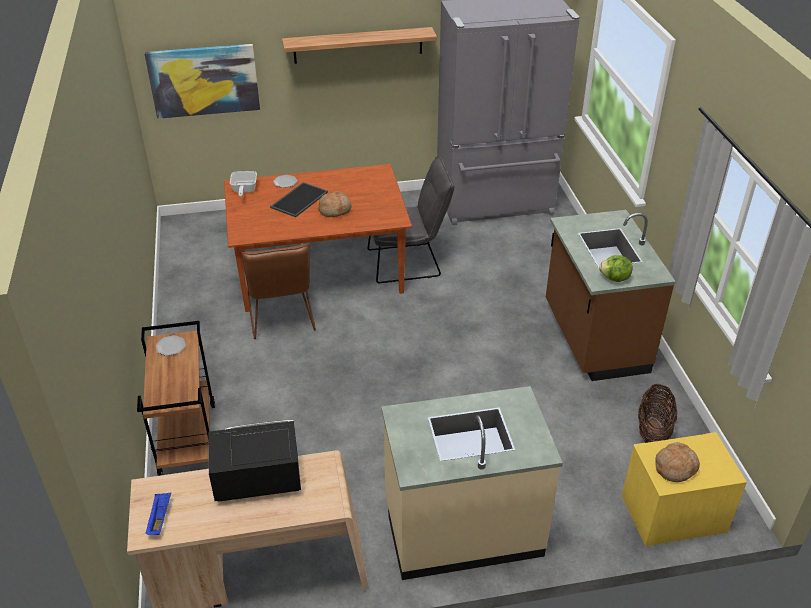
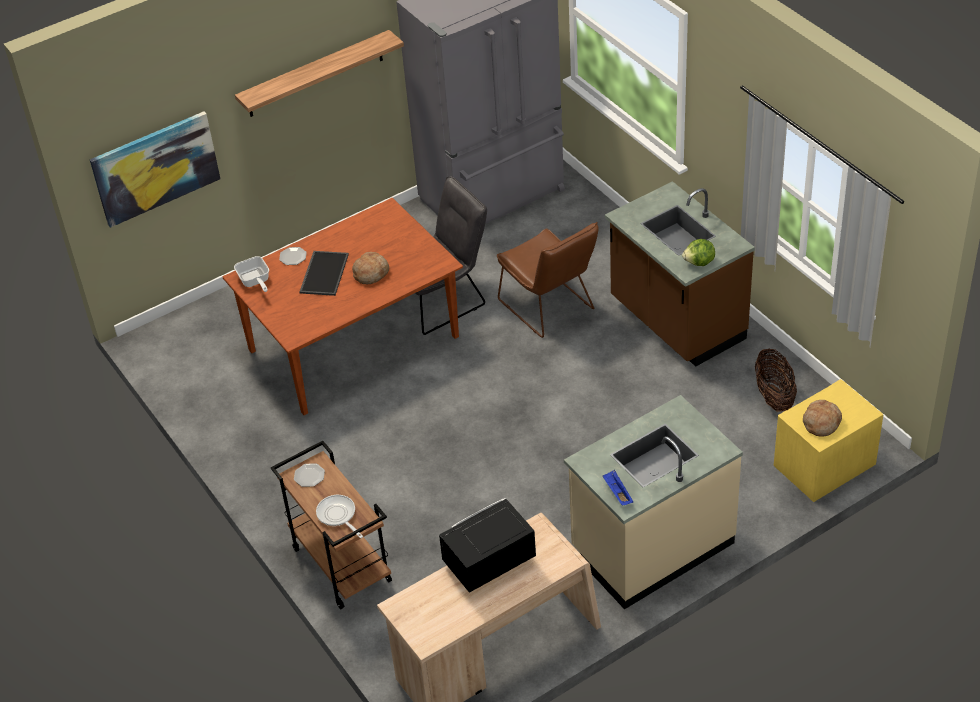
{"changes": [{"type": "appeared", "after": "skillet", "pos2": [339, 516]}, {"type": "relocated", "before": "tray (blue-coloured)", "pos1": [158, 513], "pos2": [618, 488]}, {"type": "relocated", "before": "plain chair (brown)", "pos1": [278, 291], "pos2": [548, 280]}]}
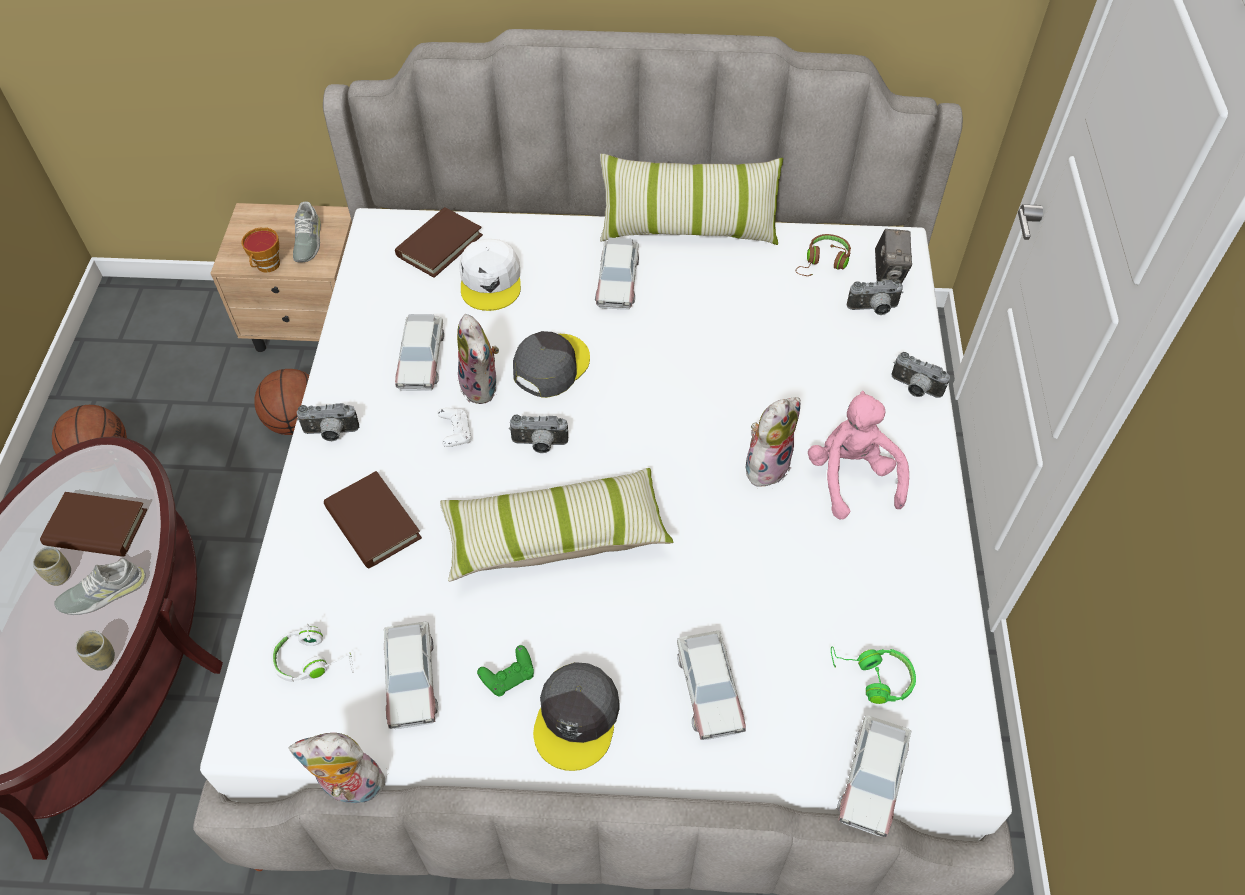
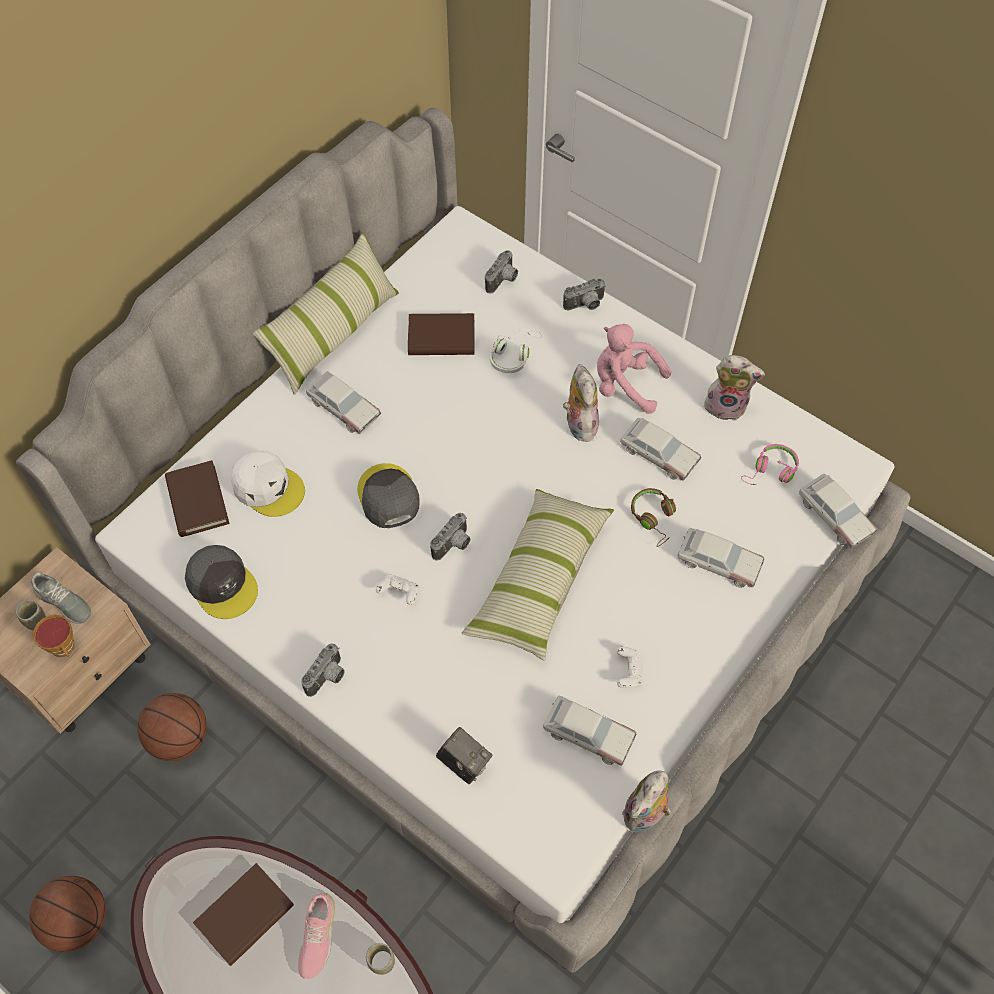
{"changes": [{"type": "relocated", "before": "cup", "pos1": [52, 566], "pos2": [31, 615]}, {"type": "relocated", "before": "headphones (white-coloured)", "pos1": [312, 652], "pos2": [516, 351]}, {"type": "relocated", "before": "book (brown)", "pos1": [373, 519], "pos2": [441, 334]}, {"type": "relocated", "before": "miniature car", "pos1": [419, 352], "pos2": [660, 449]}, {"type": "relocated", "before": "cuddly toy", "pos1": [478, 359], "pos2": [734, 388]}, {"type": "relocated", "before": "cap (greyish)", "pos1": [576, 716], "pos2": [221, 582]}, {"type": "relocated", "before": "headphones (brown)", "pos1": [823, 255], "pos2": [653, 517]}, {"type": "relocated", "before": "photo camera", "pos1": [893, 256], "pos2": [464, 755]}, {"type": "colour", "before": "shoe (greyish)", "after": "shoe (pinkish)", "pos1": [100, 586], "pos2": [316, 936]}, {"type": "colour", "before": "game controller (green-coloured)", "after": "game controller (white-coloured)", "pos1": [505, 671], "pos2": [630, 667]}, {"type": "colour", "before": "headphones (green-coloured)", "after": "headphones (pinkish)", "pos1": [873, 675], "pos2": [770, 464]}]}
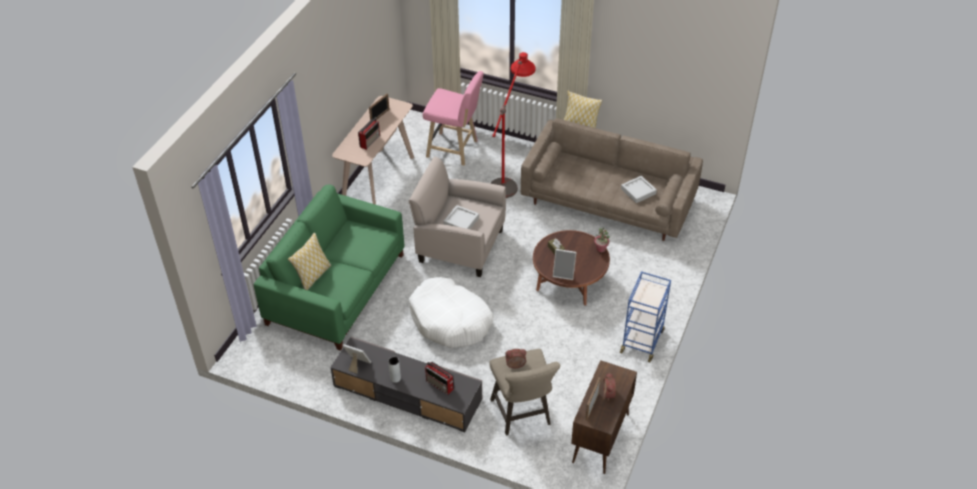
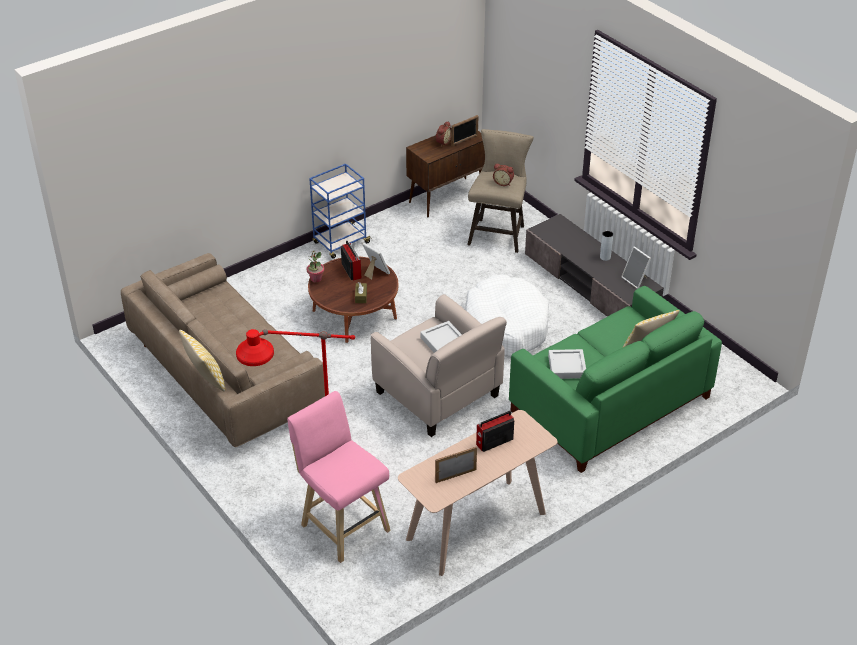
{"changes": [{"type": "relocated", "before": "radio set", "pos1": [439, 378], "pos2": [351, 260]}, {"type": "relocated", "before": "tray (greyish)", "pos1": [639, 189], "pos2": [567, 364]}]}
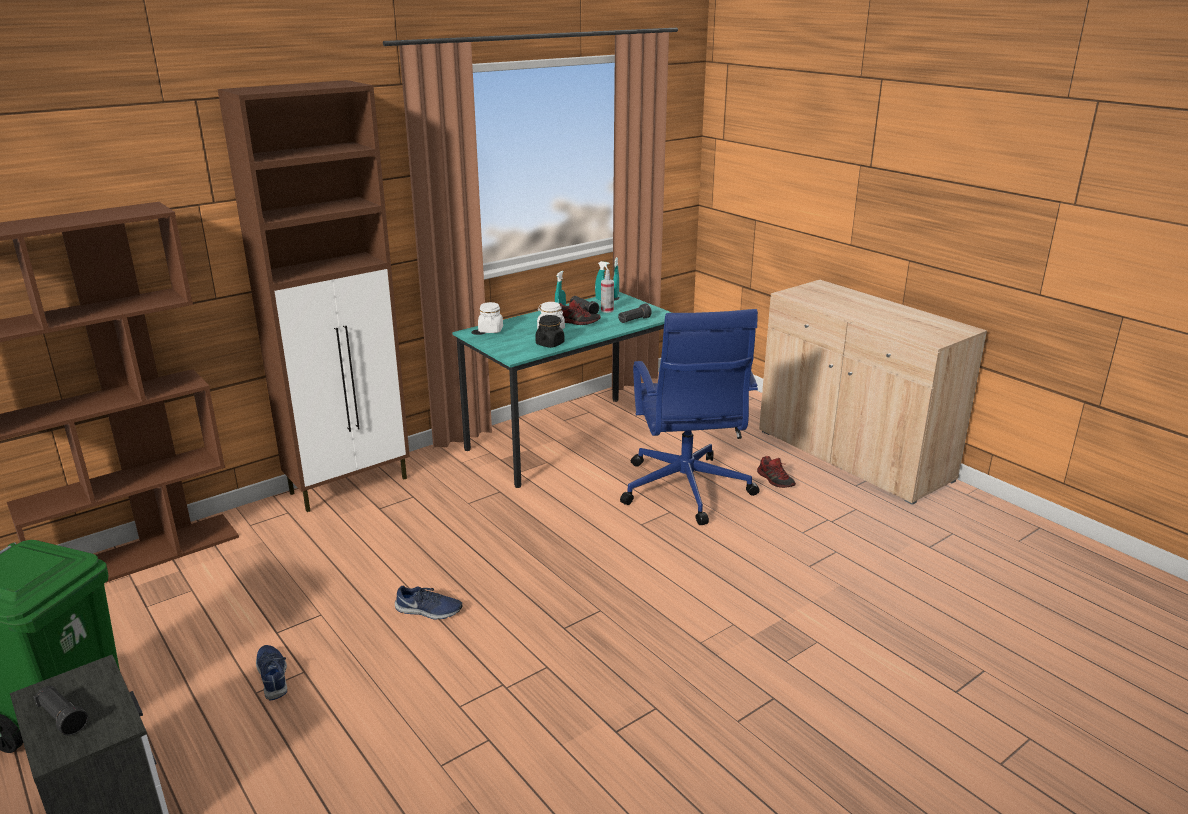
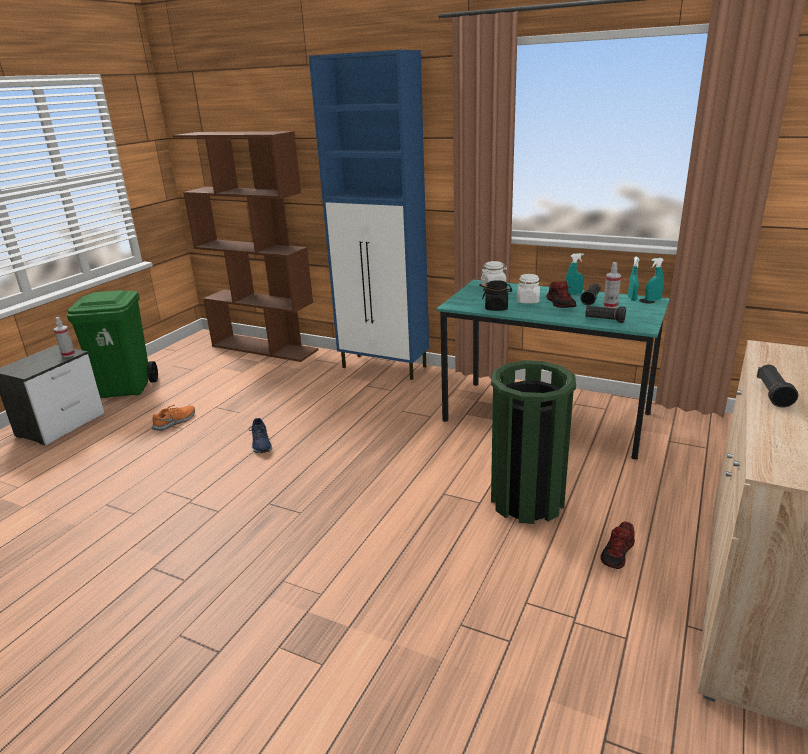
{"changes": [{"type": "appeared", "after": "sprayer", "pos2": [64, 337]}, {"type": "relocated", "before": "flashlight (black-coloured)", "pos1": [60, 710], "pos2": [777, 386]}, {"type": "exchanged", "before": "office chair (blue-coloured)", "after": "waste bin (green-coloured)", "pos1": [690, 417], "pos2": [533, 442]}, {"type": "colour", "before": "cabinet (brown)", "after": "cabinet (blue-coloured)", "pos1": [313, 296], "pos2": [369, 215]}, {"type": "colour", "before": "shoe (blue-coloured)", "after": "shoe (orange)", "pos1": [271, 673], "pos2": [173, 417]}]}
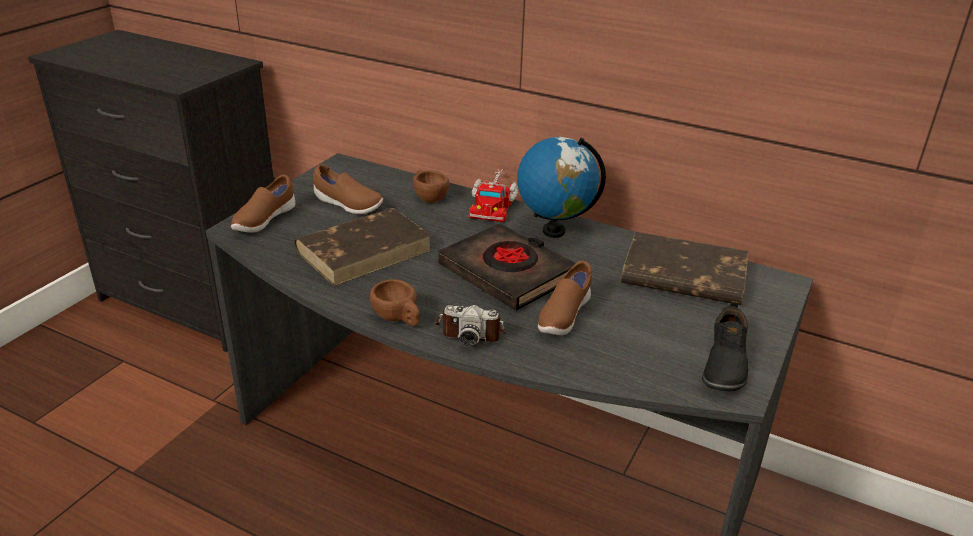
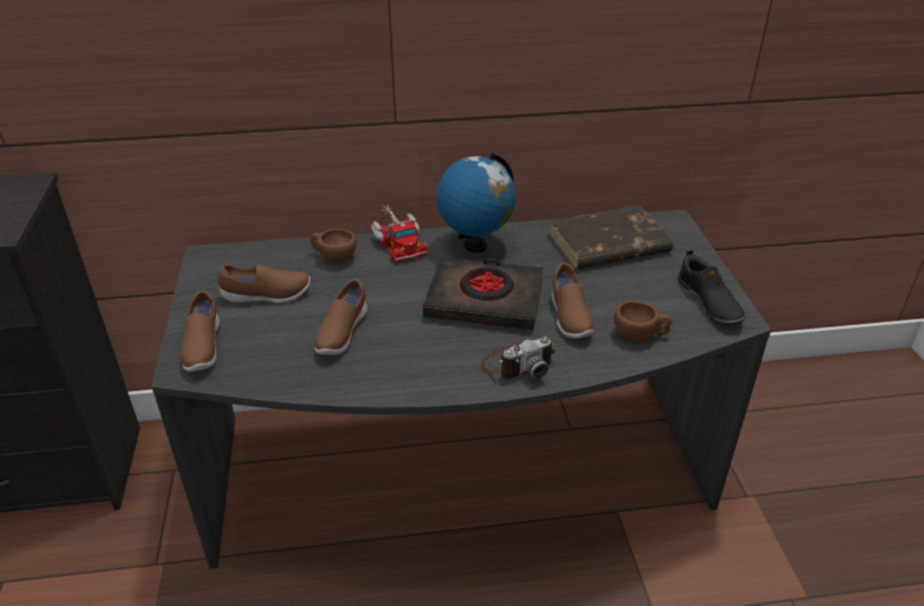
{"changes": [{"type": "relocated", "before": "cup (brown)", "pos1": [395, 302], "pos2": [643, 320]}, {"type": "exchanged", "before": "book (brown)", "after": "shoe (brown)", "pos1": [363, 247], "pos2": [341, 317]}]}
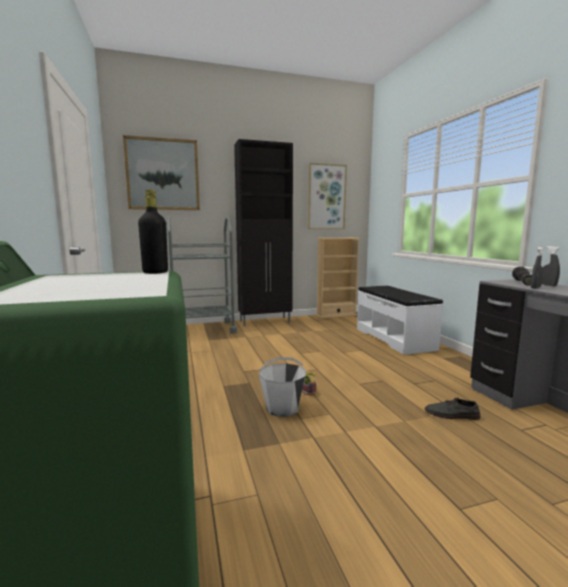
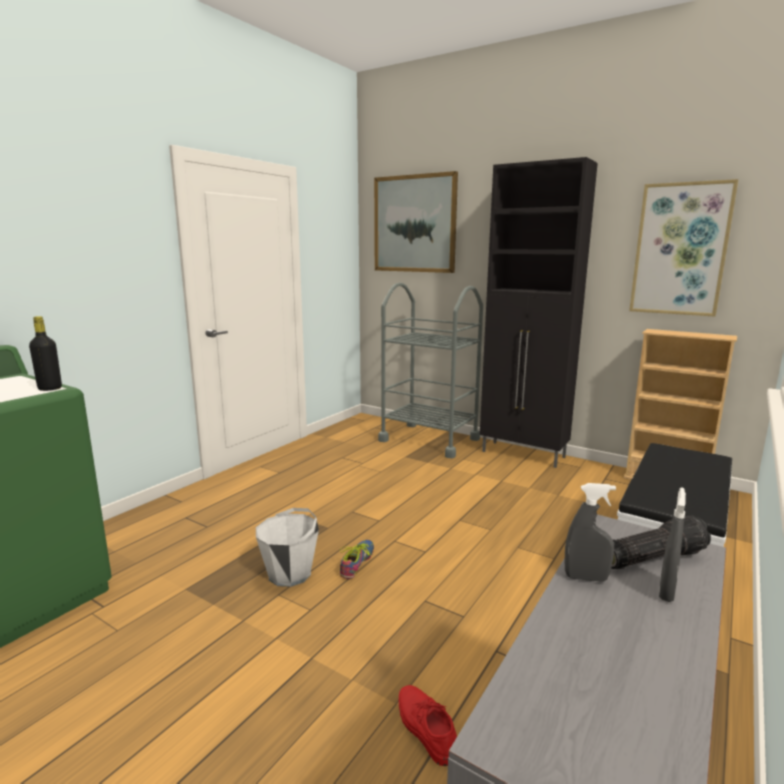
{"changes": [{"type": "colour", "before": "shoe (greyish)", "after": "shoe (red-coloured)", "pos1": [453, 409], "pos2": [428, 725]}]}
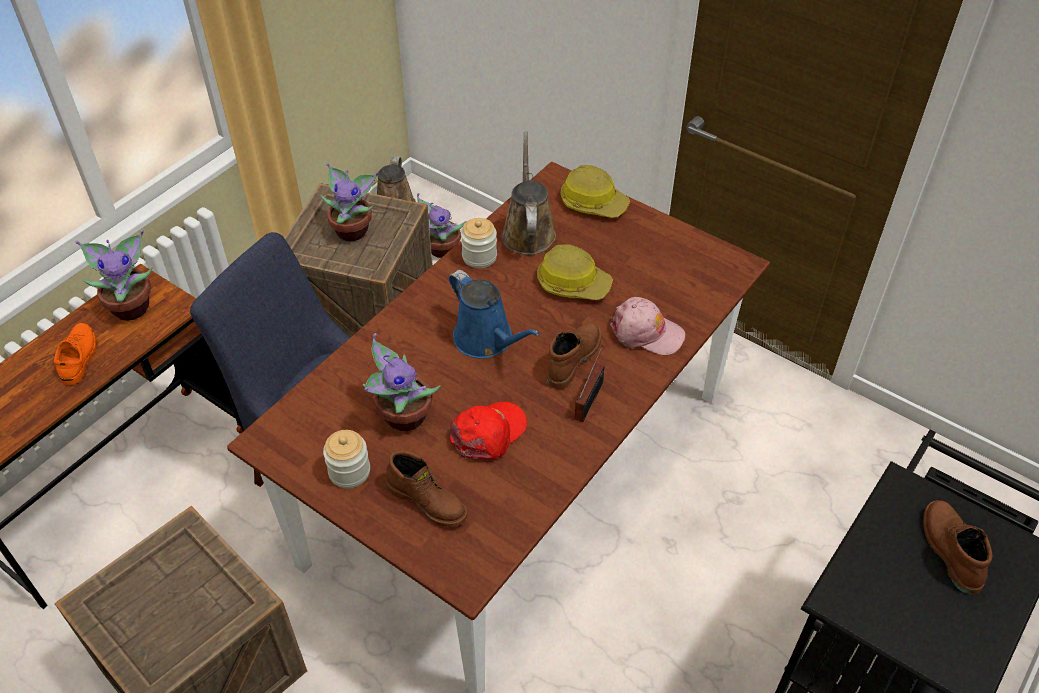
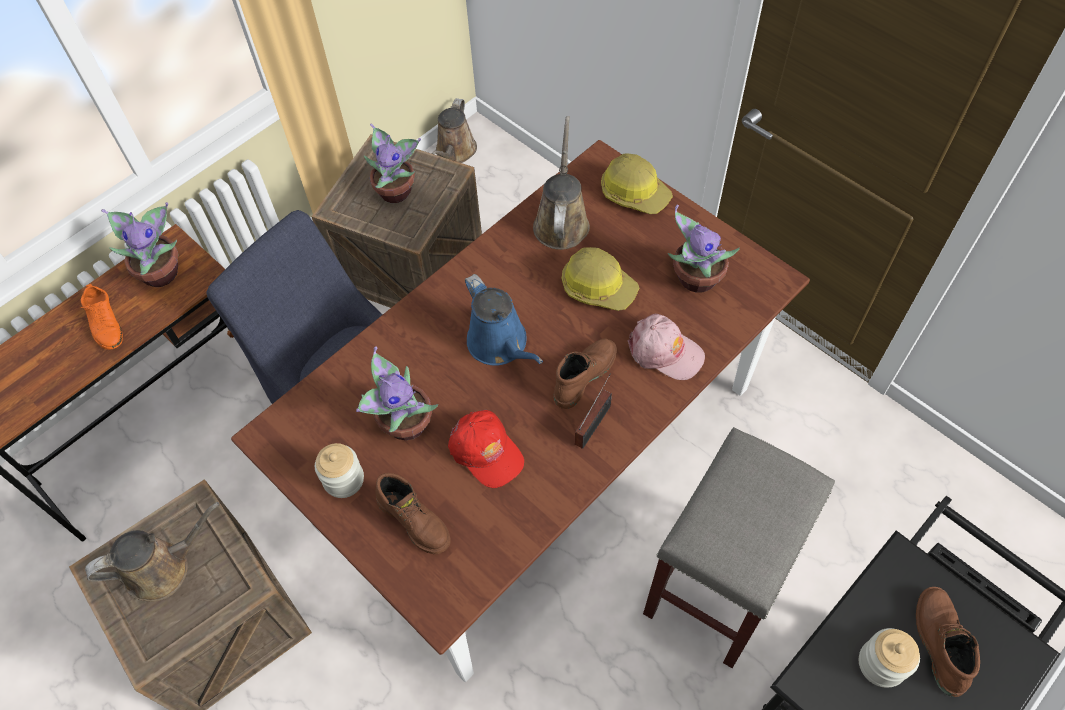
{"changes": [{"type": "appeared", "after": "watering can (brown)", "pos2": [152, 552]}, {"type": "appeared", "after": "sitting stool (greyish)", "pos2": [739, 547]}, {"type": "relocated", "before": "houseplant", "pos1": [441, 225], "pos2": [704, 249]}, {"type": "relocated", "before": "preserve jar", "pos1": [479, 243], "pos2": [889, 657]}, {"type": "spun", "before": "shoe (orange)", "pos1": [75, 354], "pos2": [102, 317], "turn": 150}, {"type": "spun", "before": "cap (red-coloured)", "pos1": [488, 431], "pos2": [486, 449], "turn": 90}]}
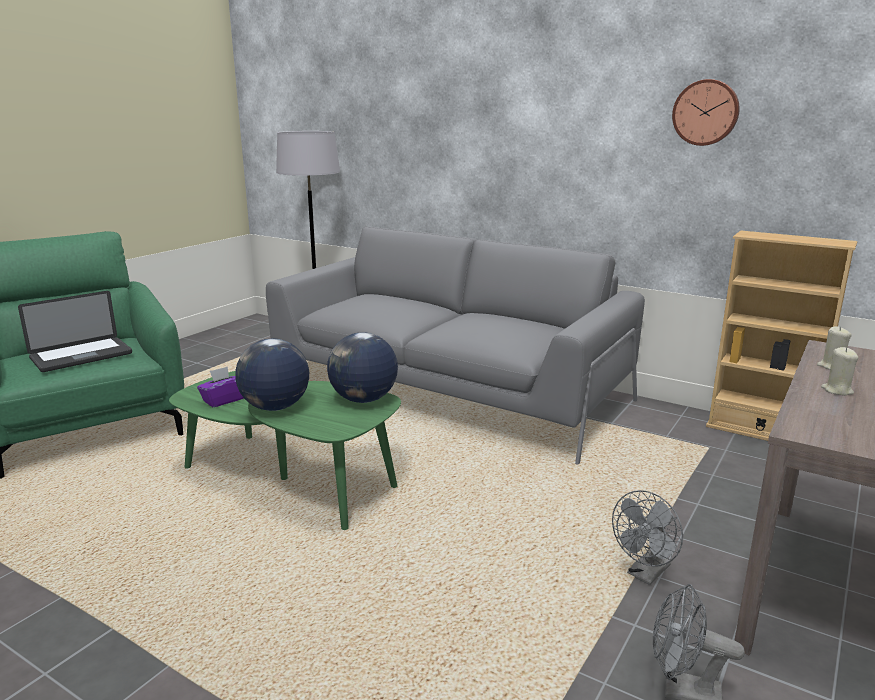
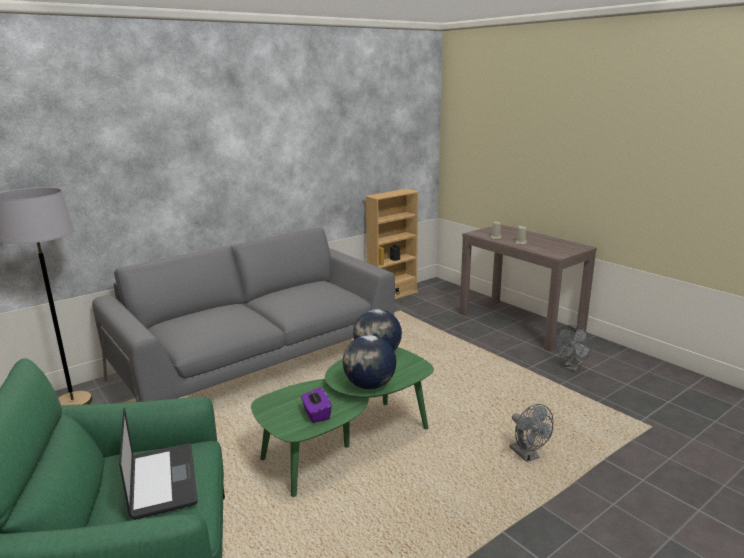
{"changes": [{"type": "missing", "before": "hanging clock", "pos1": [706, 112]}, {"type": "relocated", "before": "fan (greyish)", "pos1": [647, 537], "pos2": [532, 433]}]}
